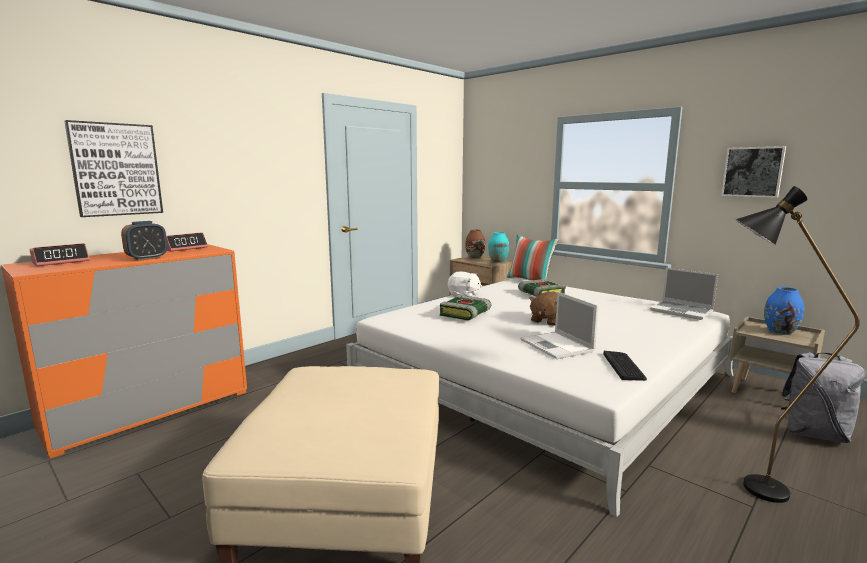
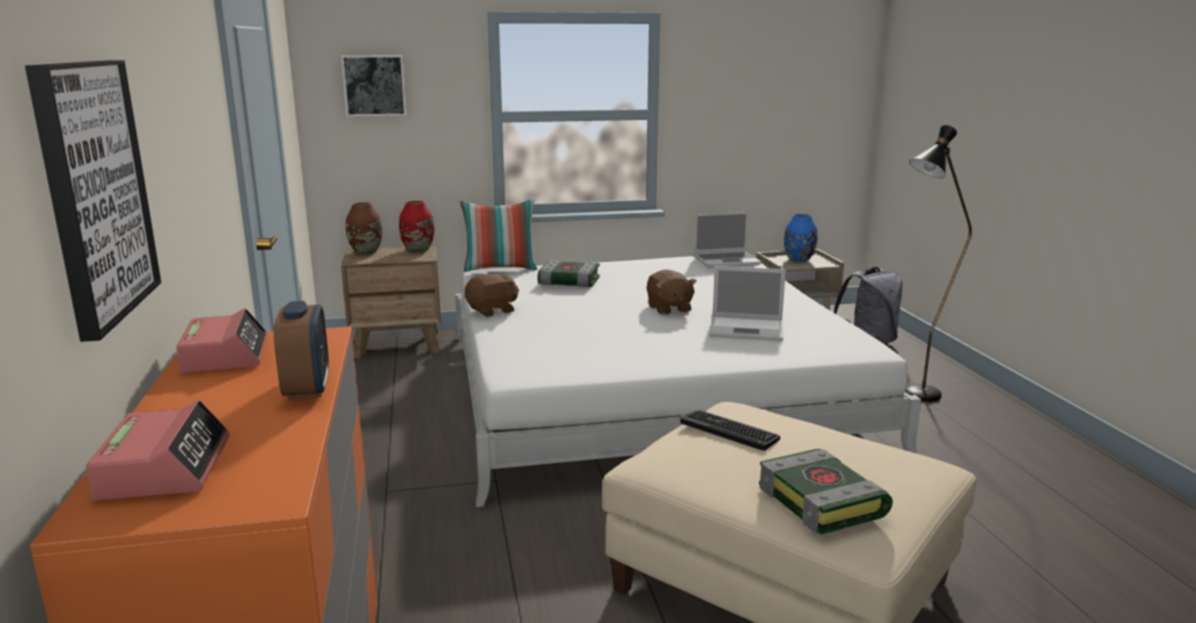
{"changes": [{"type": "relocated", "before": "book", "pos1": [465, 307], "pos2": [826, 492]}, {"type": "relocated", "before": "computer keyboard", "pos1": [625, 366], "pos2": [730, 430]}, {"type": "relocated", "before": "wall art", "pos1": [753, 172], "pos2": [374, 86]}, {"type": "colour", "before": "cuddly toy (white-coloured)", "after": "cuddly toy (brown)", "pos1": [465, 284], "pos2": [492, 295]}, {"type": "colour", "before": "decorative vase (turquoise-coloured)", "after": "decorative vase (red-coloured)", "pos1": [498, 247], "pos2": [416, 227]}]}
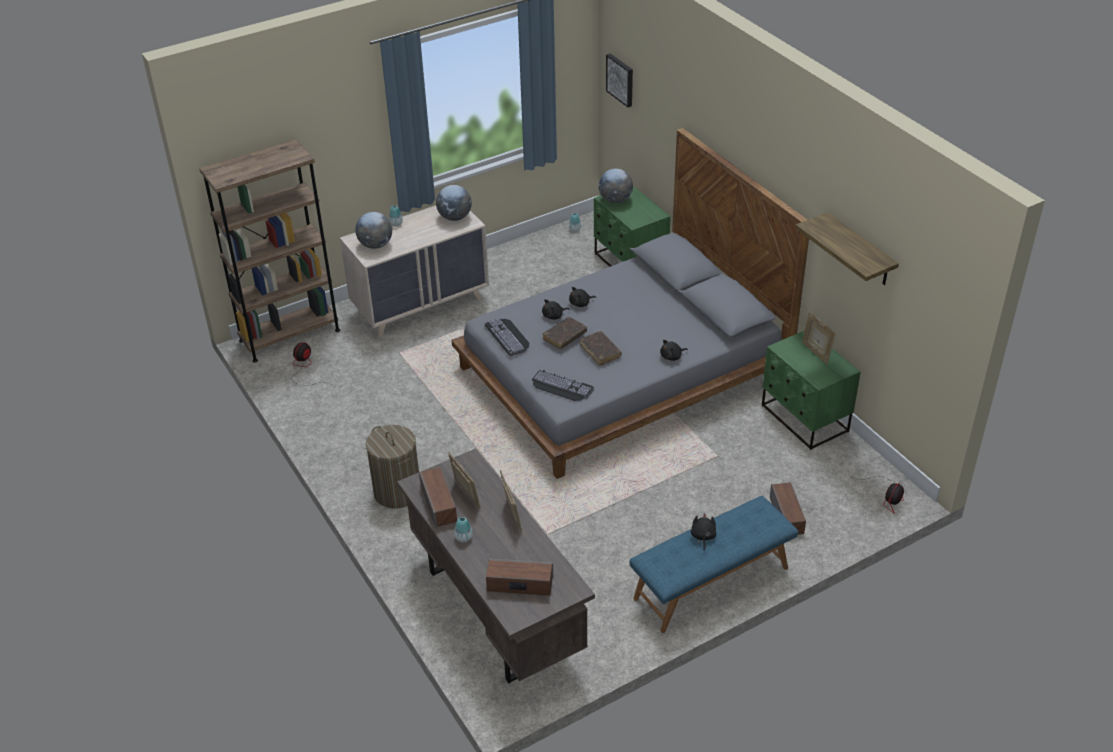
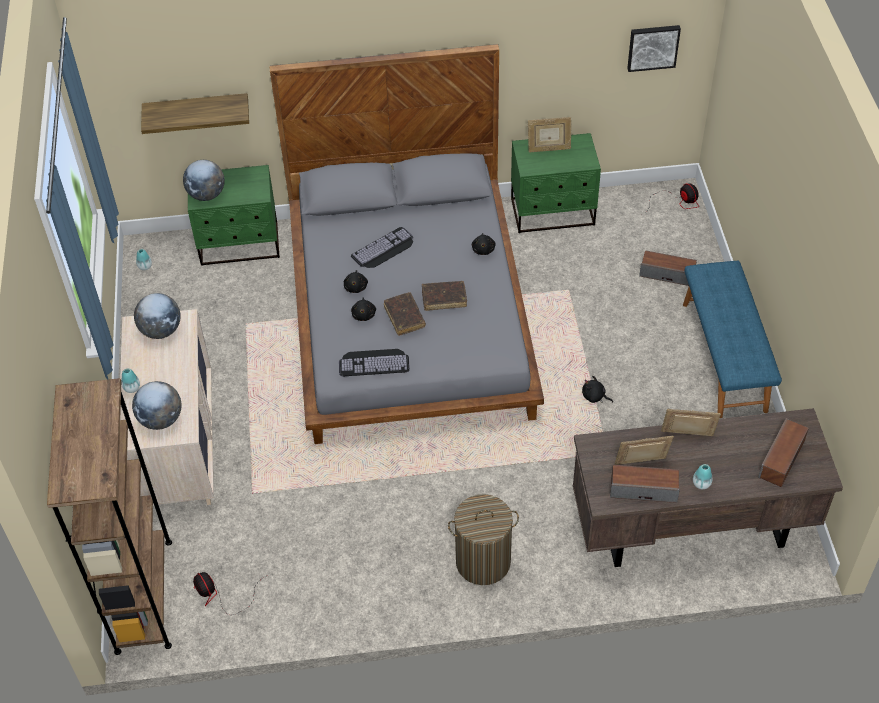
{"changes": [{"type": "relocated", "before": "computer keyboard", "pos1": [563, 385], "pos2": [382, 247]}, {"type": "relocated", "before": "wall art", "pos1": [619, 80], "pos2": [654, 48]}, {"type": "relocated", "before": "cuddly toy (black-coloured)", "pos1": [704, 531], "pos2": [597, 389]}, {"type": "relocated", "before": "wall shelf", "pos1": [847, 248], "pos2": [195, 113]}]}
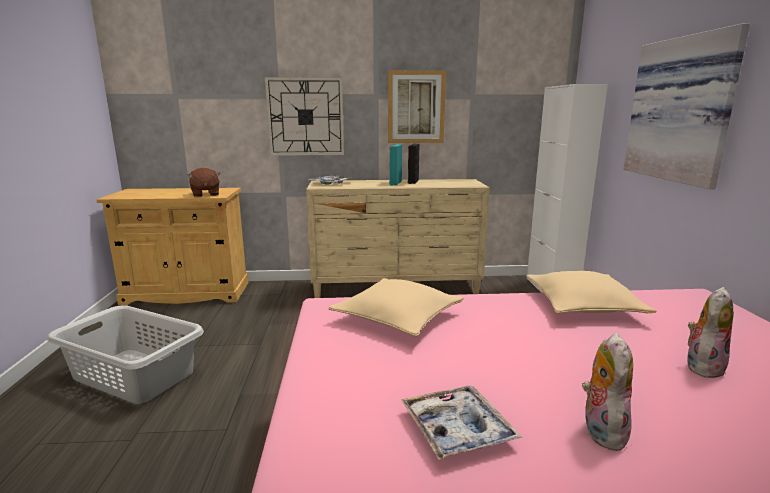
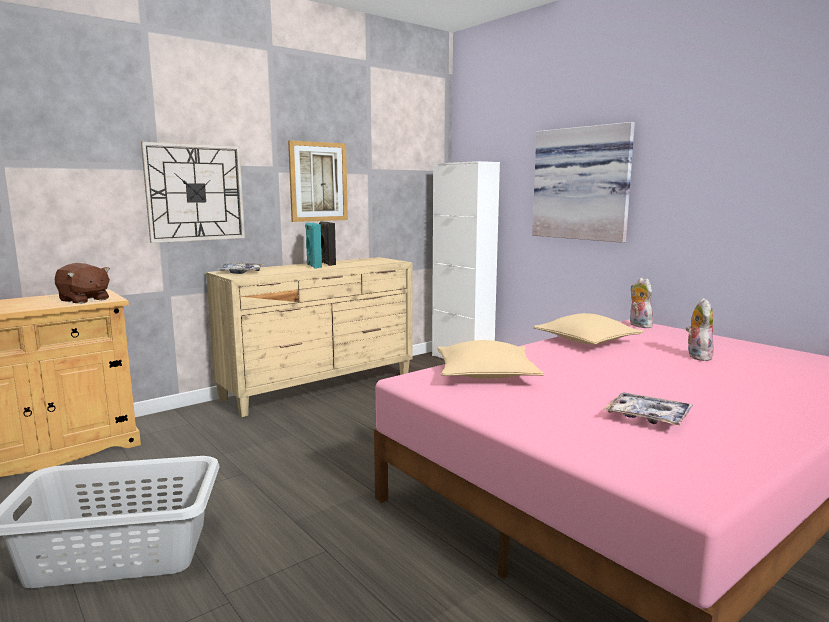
{"changes": [{"type": "relocated", "before": "cuddly toy", "pos1": [607, 392], "pos2": [641, 303]}]}
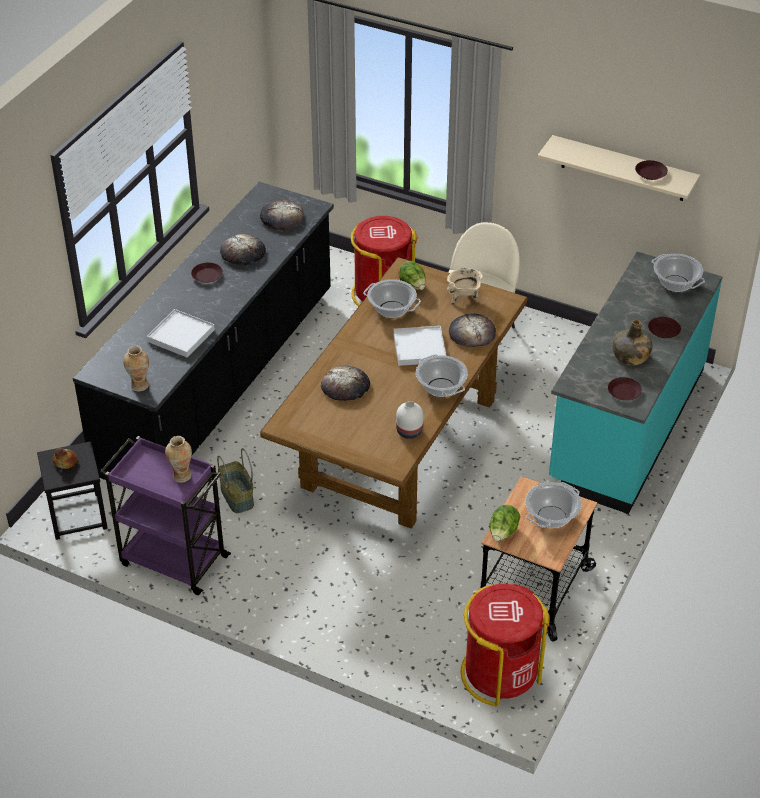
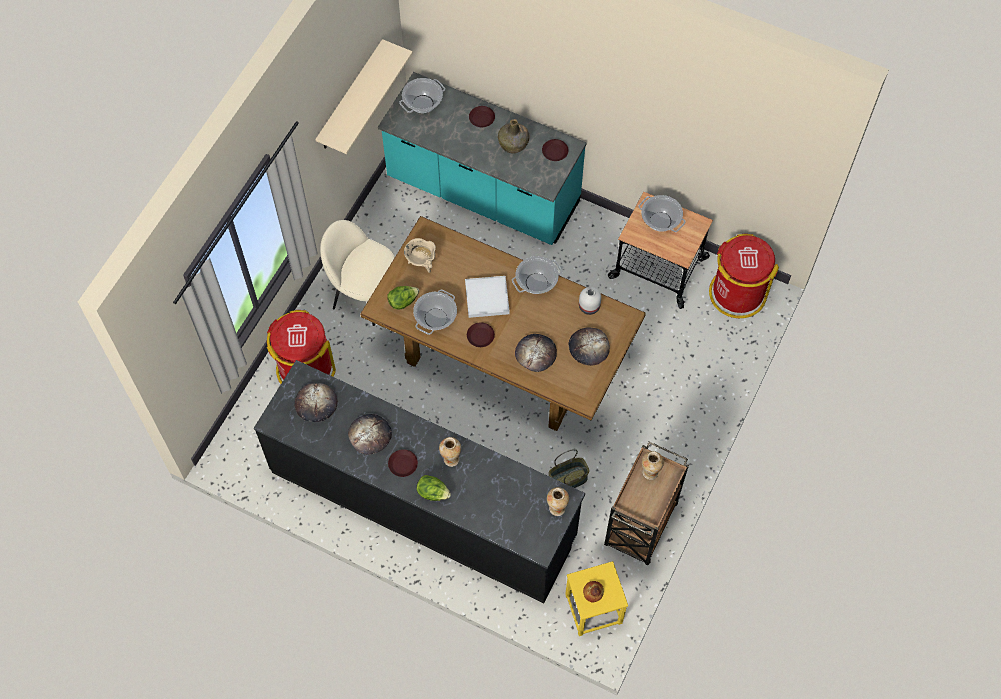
{"changes": [{"type": "missing", "before": "tray (white-coloured)", "pos1": [181, 333]}, {"type": "appeared", "after": "decorative vase", "pos2": [450, 452]}, {"type": "relocated", "before": "baked bread", "pos1": [472, 330], "pos2": [589, 346]}, {"type": "relocated", "before": "lettuce head", "pos1": [505, 523], "pos2": [434, 488]}, {"type": "relocated", "before": "flat dish (brown)", "pos1": [651, 170], "pos2": [481, 334]}, {"type": "colour", "before": "sitting stool (black-coloured)", "after": "sitting stool (yellow-coloured)", "pos1": [72, 490], "pos2": [596, 598]}, {"type": "colour", "before": "wheeled cart (purplish)", "after": "wheeled cart (brown)", "pos1": [165, 515], "pos2": [646, 503]}]}
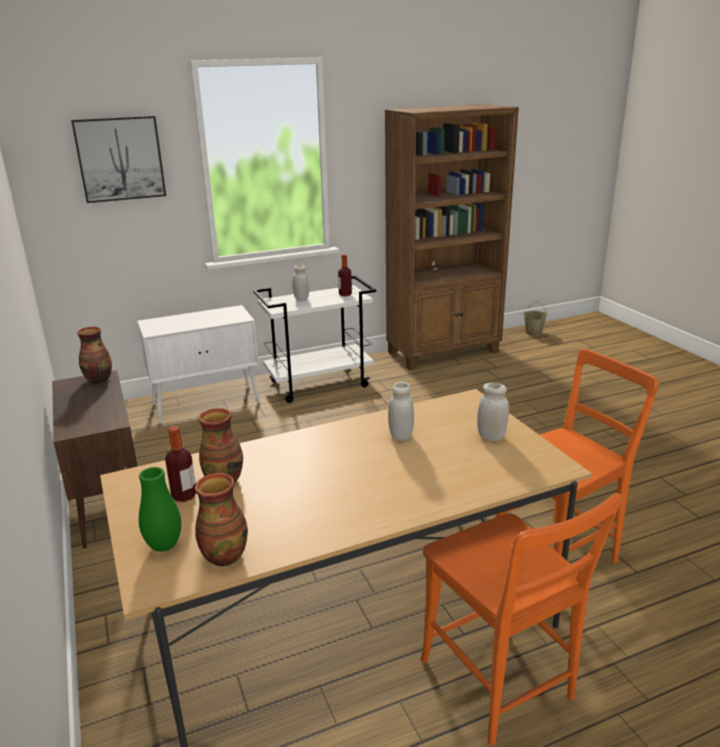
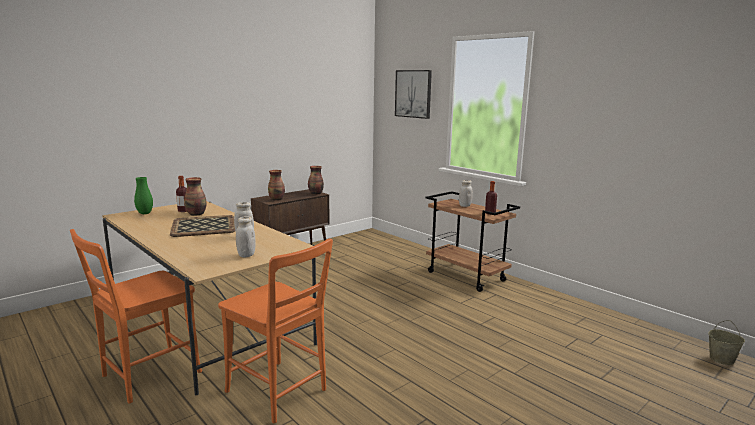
{"changes": [{"type": "missing", "before": "cabinet (white-coloured)", "pos1": [198, 364]}, {"type": "missing", "before": "bookcase (brown)", "pos1": [452, 237]}, {"type": "appeared", "after": "tray", "pos2": [202, 226]}, {"type": "relocated", "before": "decorative vase", "pos1": [221, 519], "pos2": [276, 185]}, {"type": "colour", "before": "wheeled cart (white-coloured)", "after": "wheeled cart (brown)", "pos1": [314, 339], "pos2": [473, 241]}]}
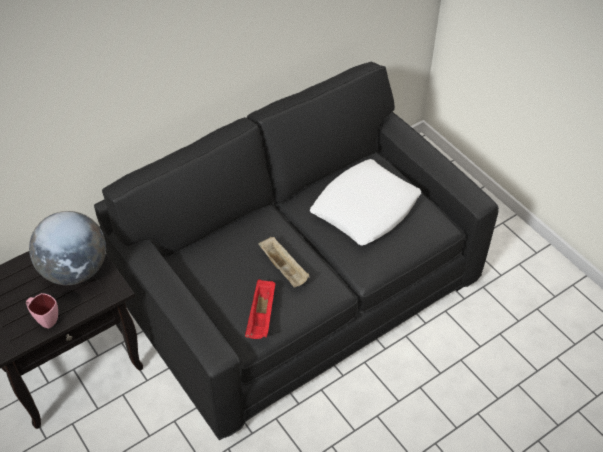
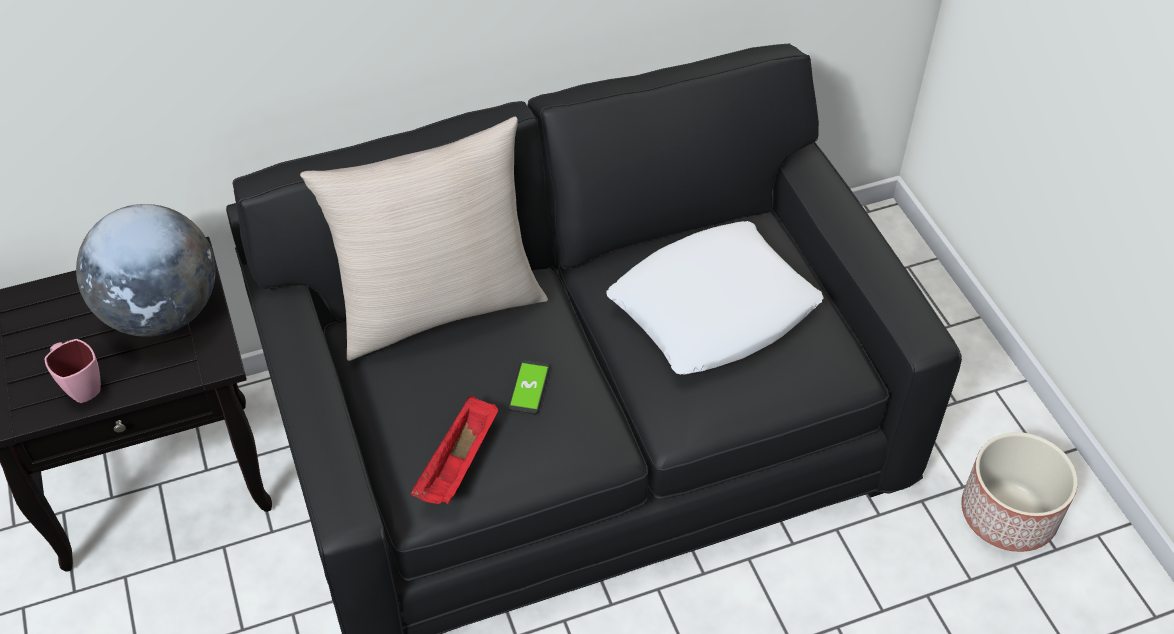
{"changes": [{"type": "appeared", "after": "cushion (beige-coloured)", "pos2": [424, 238]}, {"type": "appeared", "after": "planter", "pos2": [1019, 492]}, {"type": "exchanged", "before": "tray (beige-coloured)", "after": "telephone", "pos1": [284, 262], "pos2": [529, 387]}]}
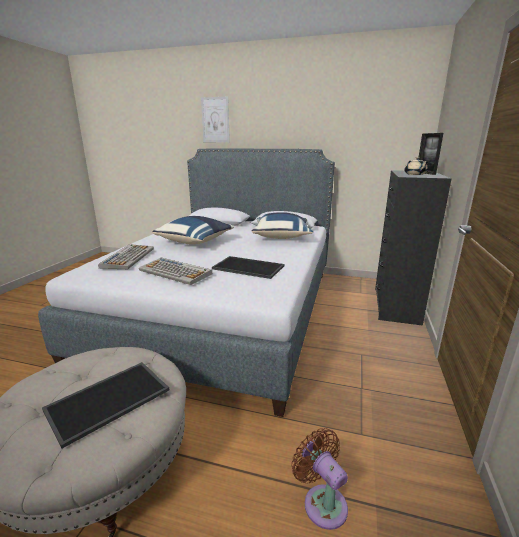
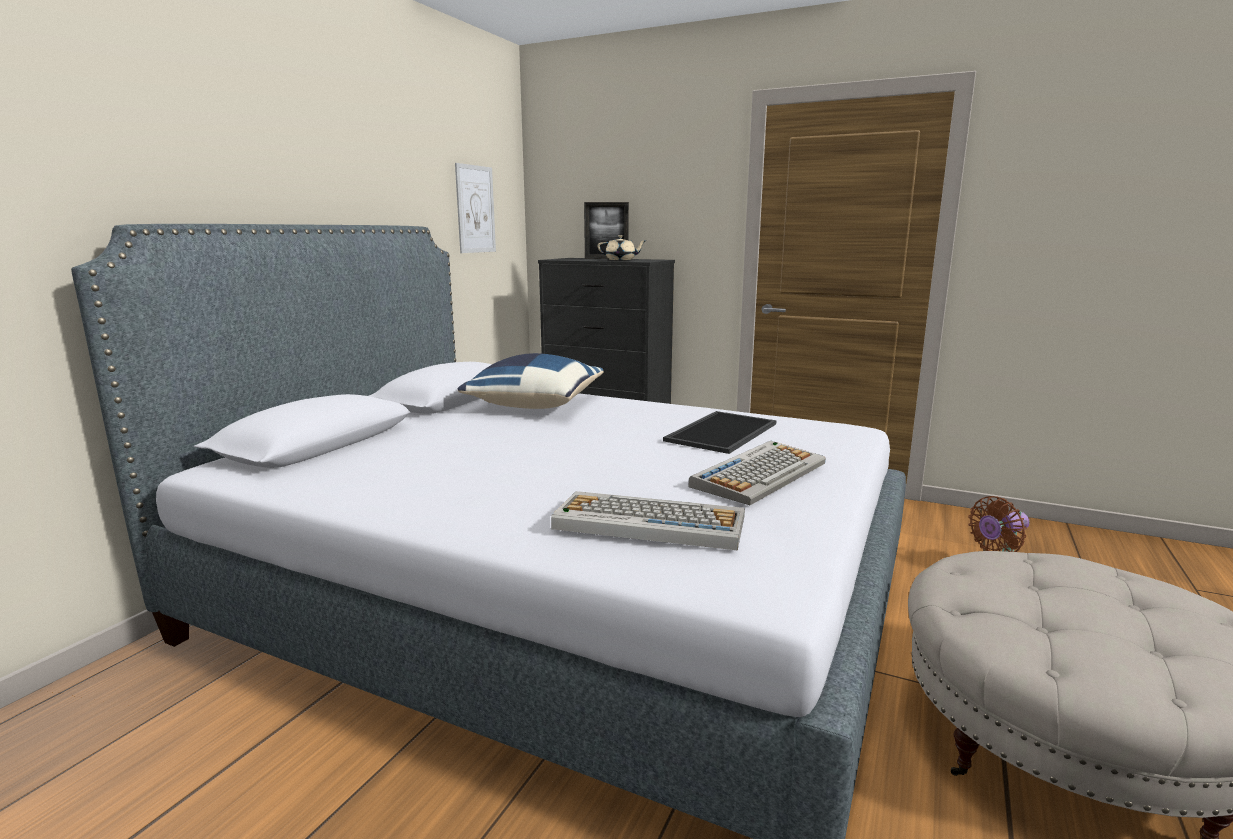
{"changes": [{"type": "missing", "before": "tray", "pos1": [106, 405]}, {"type": "missing", "before": "cushion (blue-coloured)", "pos1": [193, 230]}, {"type": "relocated", "before": "wall art", "pos1": [215, 119], "pos2": [475, 208]}]}
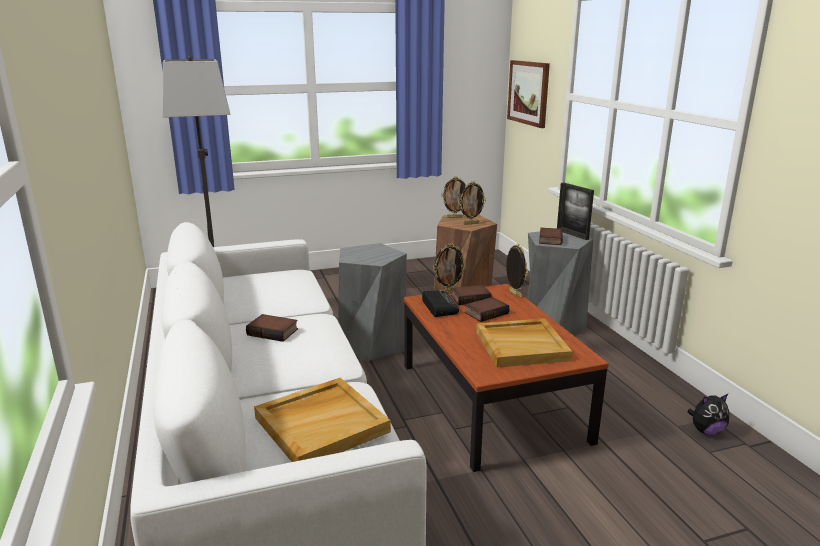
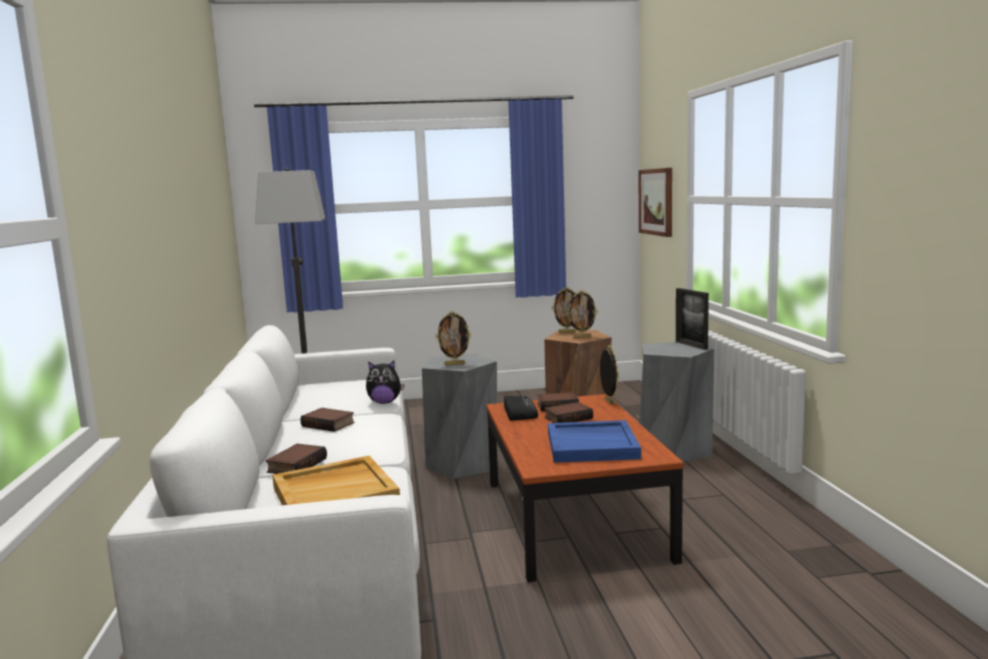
{"changes": [{"type": "relocated", "before": "picture frame", "pos1": [449, 269], "pos2": [453, 338]}, {"type": "relocated", "before": "book", "pos1": [551, 236], "pos2": [296, 459]}, {"type": "relocated", "before": "cuddly toy", "pos1": [708, 414], "pos2": [385, 382]}, {"type": "colour", "before": "tray (beige-coloured)", "after": "tray (blue-coloured)", "pos1": [524, 342], "pos2": [594, 441]}]}
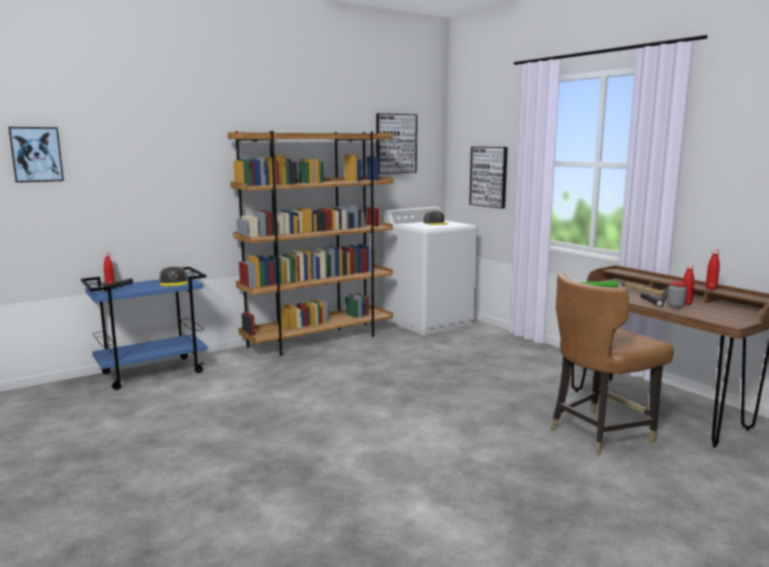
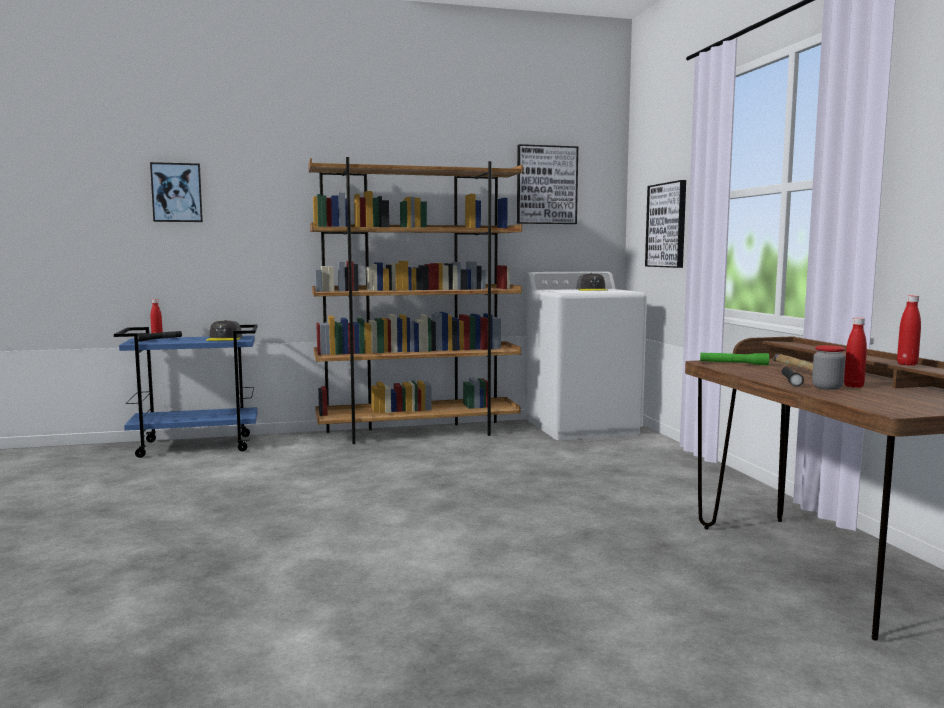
{"changes": [{"type": "missing", "before": "plain chair (brown)", "pos1": [612, 364]}, {"type": "relocated", "before": "wall art", "pos1": [36, 155], "pos2": [176, 192]}]}
